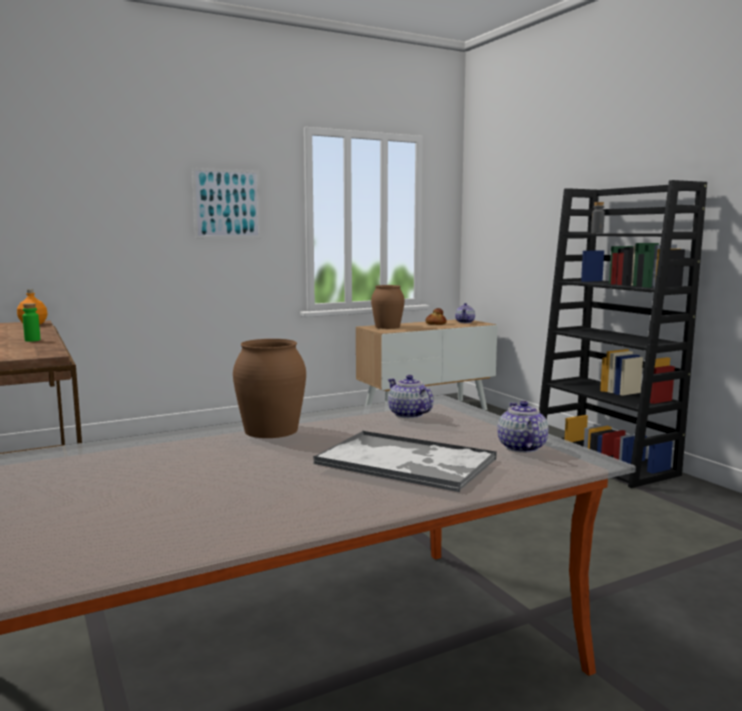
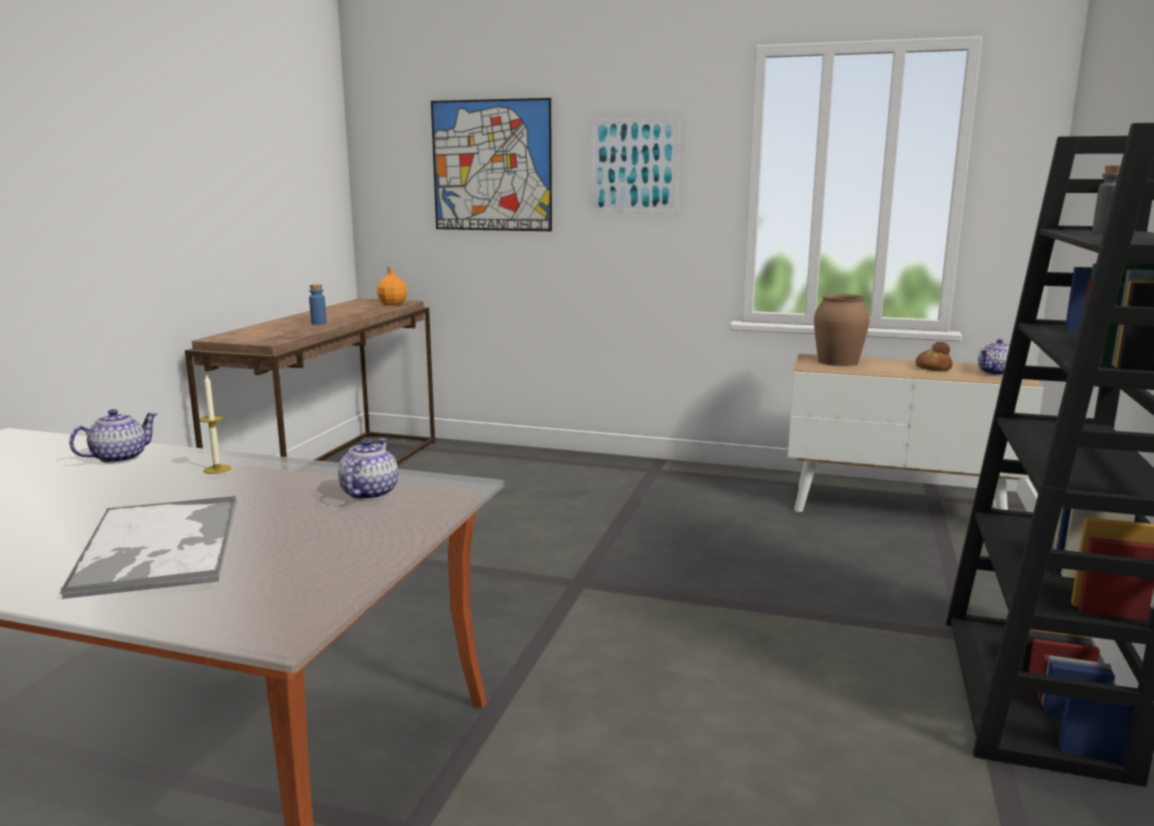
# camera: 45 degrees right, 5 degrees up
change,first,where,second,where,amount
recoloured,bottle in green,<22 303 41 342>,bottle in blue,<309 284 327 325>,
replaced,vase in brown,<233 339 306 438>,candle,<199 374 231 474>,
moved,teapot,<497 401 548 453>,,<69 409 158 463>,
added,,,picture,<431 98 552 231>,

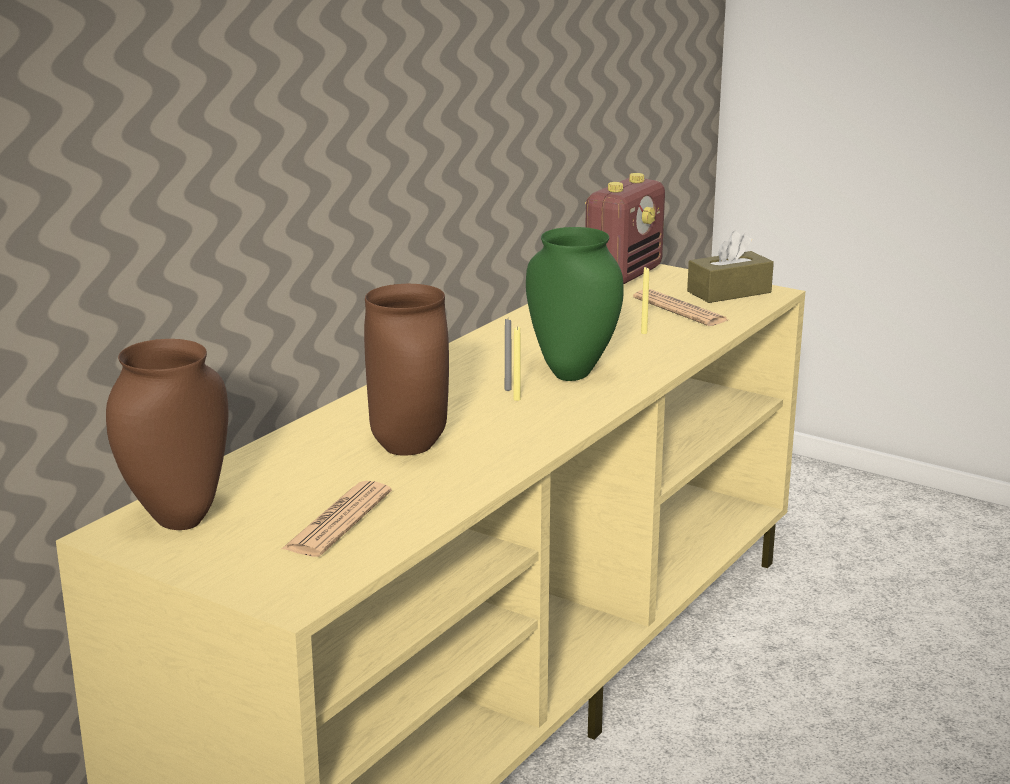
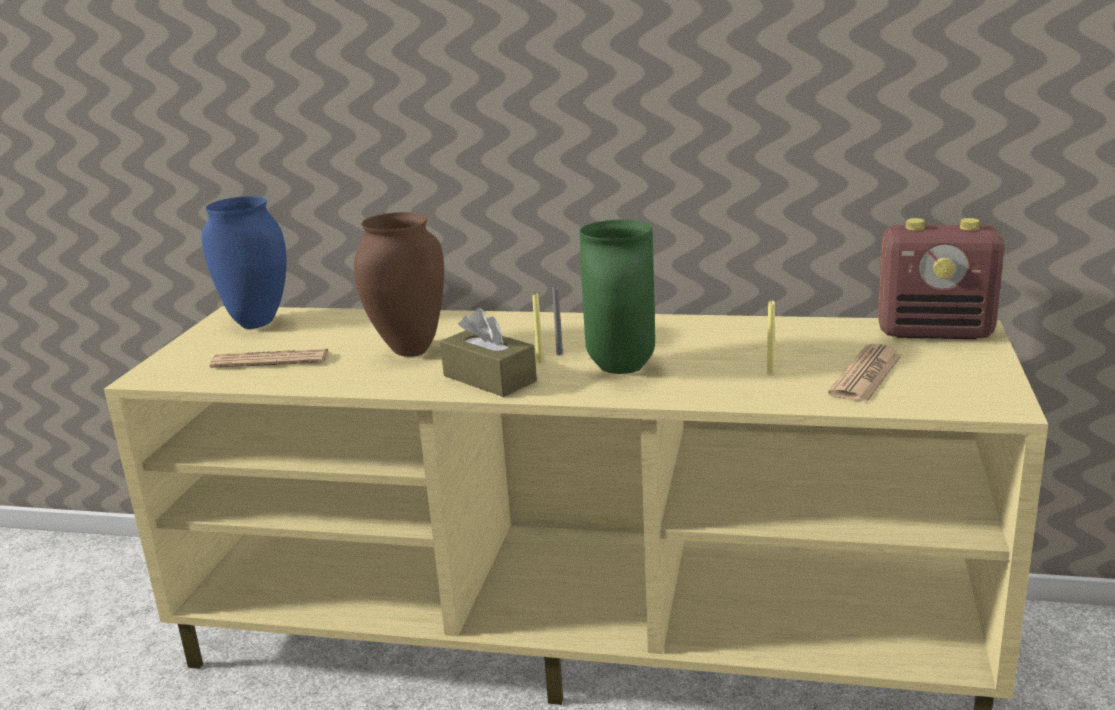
# camera: 70 degrees right, 0 degrees up
change,first,where,second,where,amount
recoloured,vase in brown,<106 339 229 530>,vase in blue,<202 196 287 329>,
moved,tissue box in brown,<687 231 774 303>,,<440 308 537 397>,

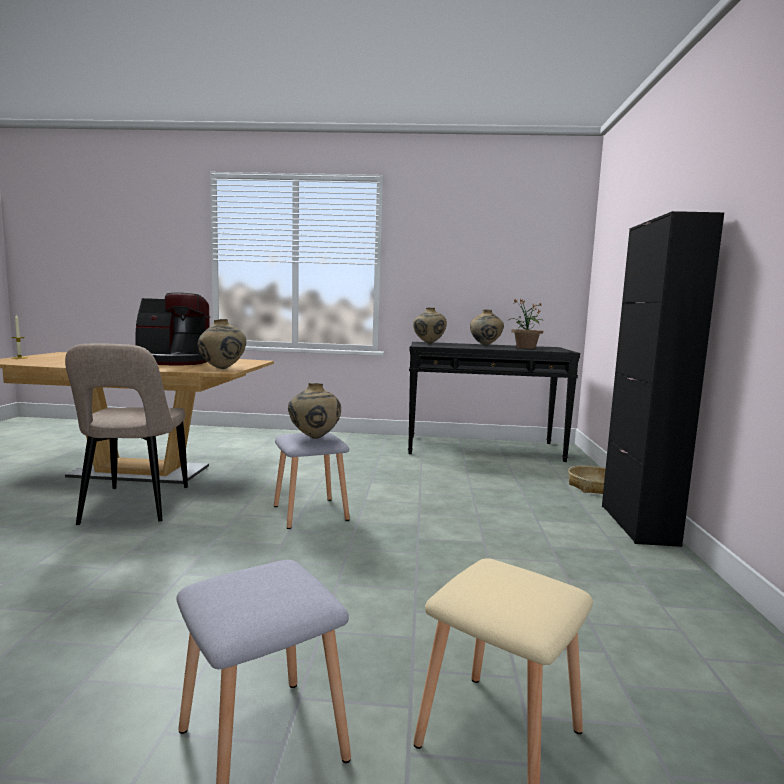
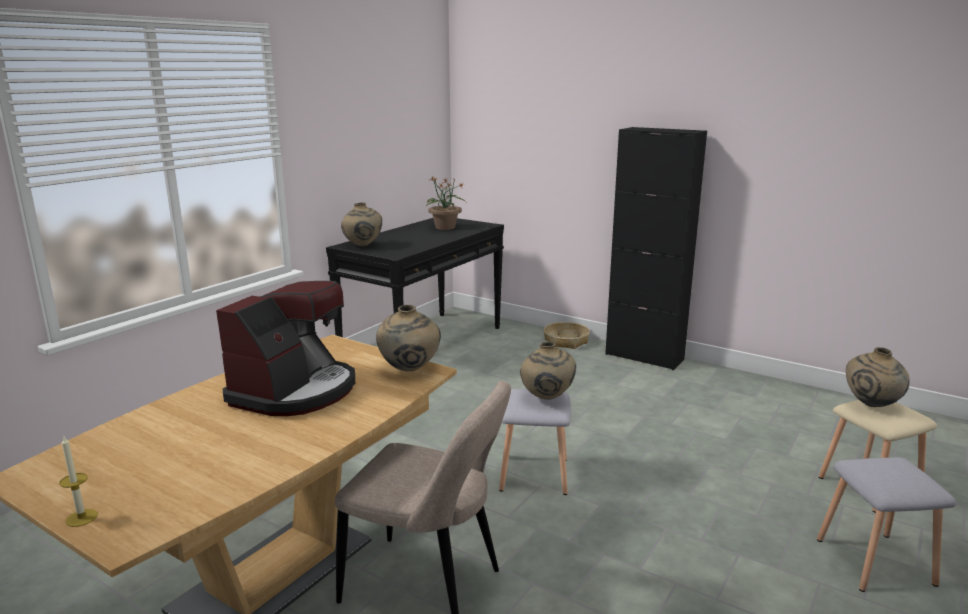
# camera: 60 degrees left, 10 degrees up
change,first,where,second,where,amount
moved,vase in beige,<470 310 504 345>,,<846 347 909 407>,

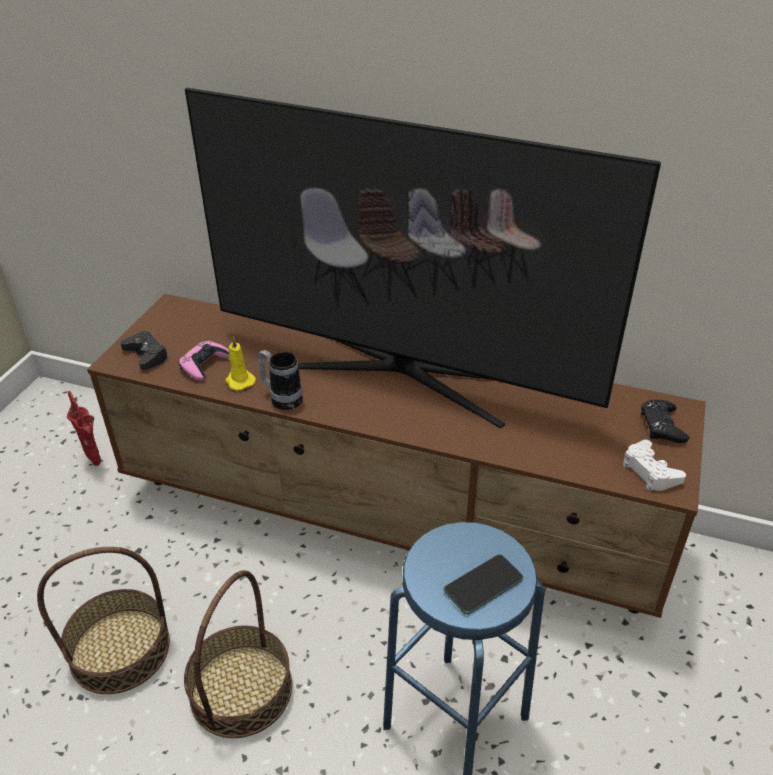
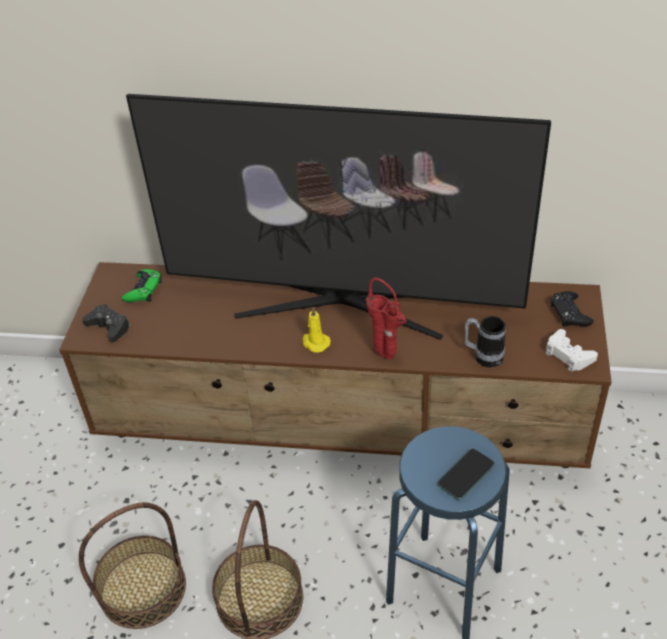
# camera: 10 degrees left, 5 degrees up
change,first,where,second,where,amount
moved,vase in red,<67 391 101 466>,,<365 278 406 359>,
removed,game controller in pink,<178 341 229 381>,,,
moved,candle in yellow,<225 336 256 391>,,<303 307 331 353>,
moved,mug,<258 350 303 410>,,<465 316 506 368>,
added,,,game controller in green,<122 269 162 302>,

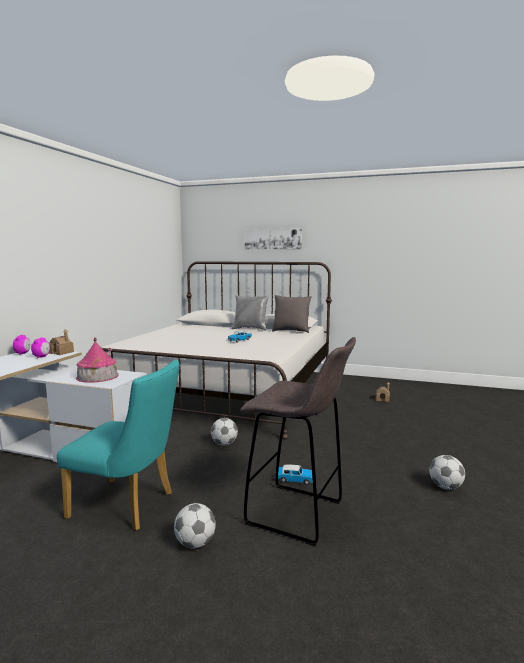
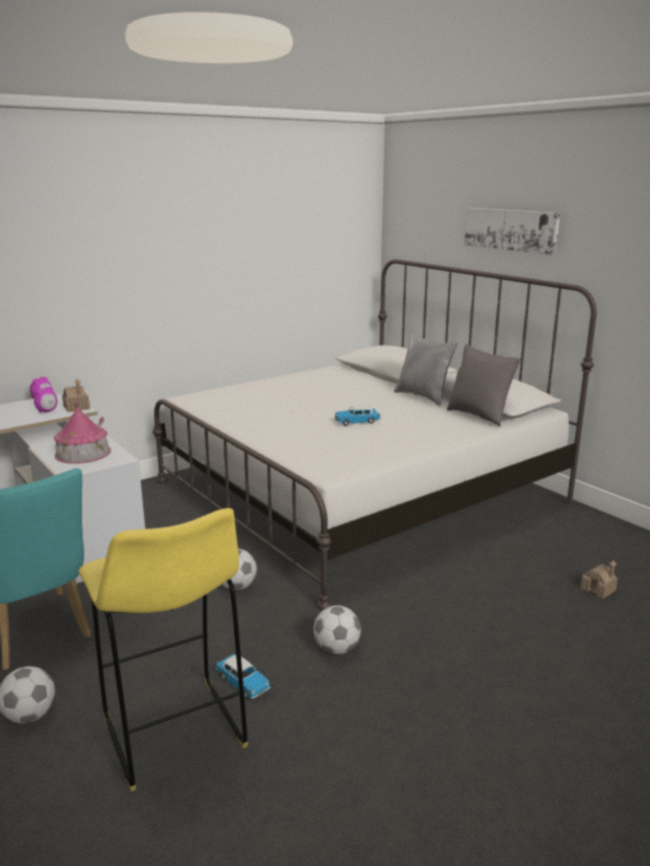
# camera: 35 degrees right, 10 degrees up
change,first,where,second,where,amount
recoloured,stool in grey,<240 337 356 546>,stool in yellow,<78 508 248 792>,
moved,football,<429 455 465 490>,,<314 605 361 654>,

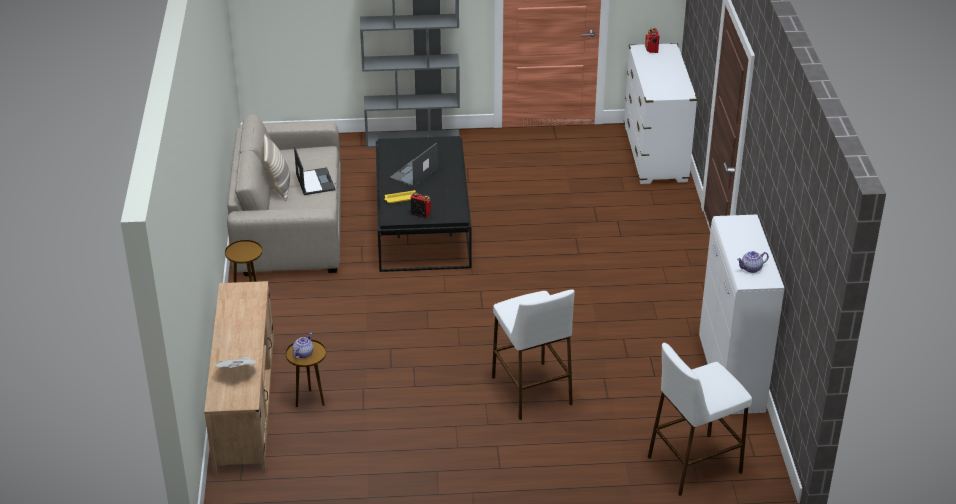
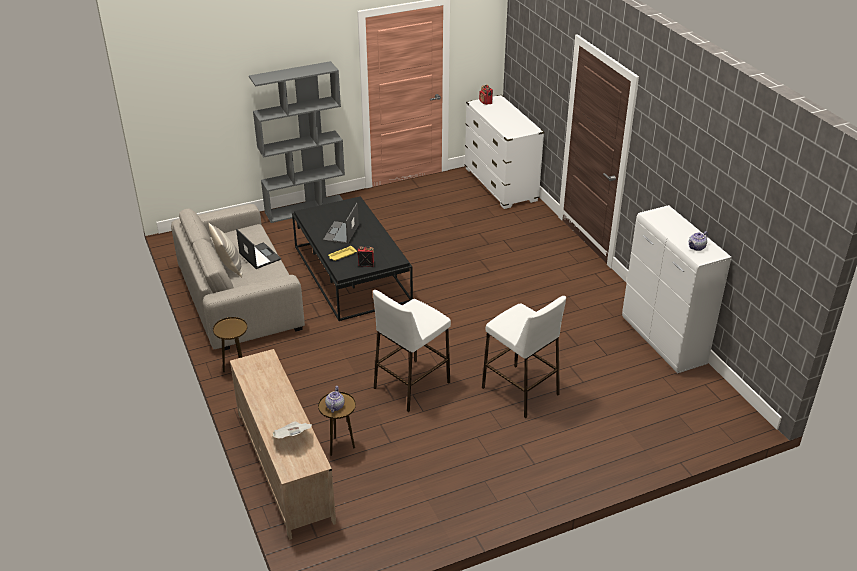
# camera: 20 degrees left, 0 degrees up
change,first,where,second,where,amount
moved,stool in white,<648 343 752 496>,,<373 290 451 412>,

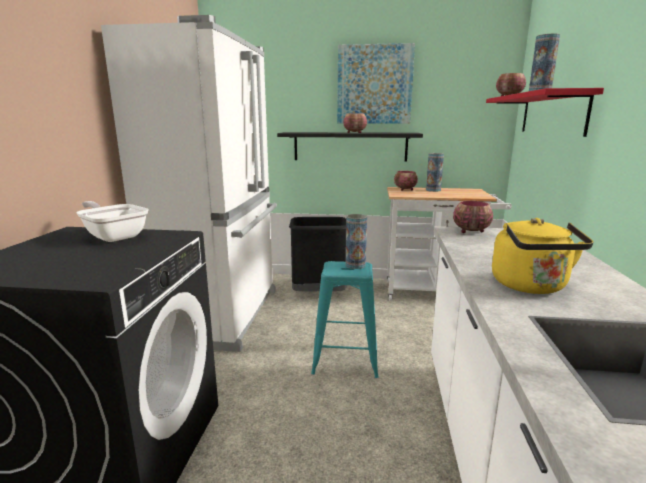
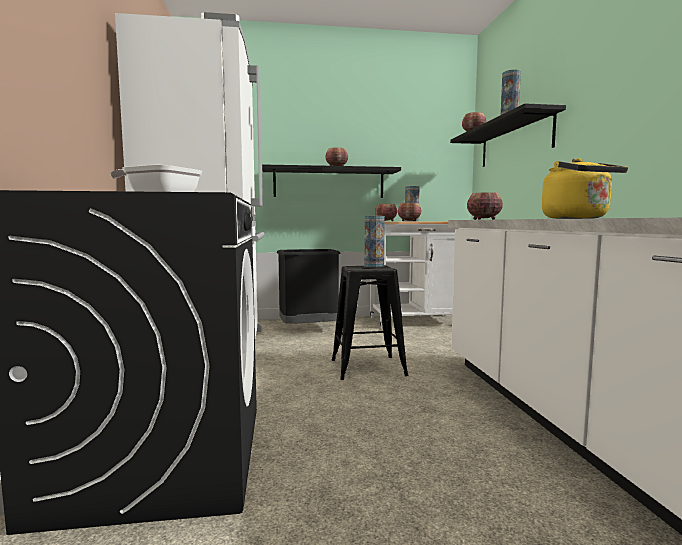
# camera: 15 degrees left, 10 degrees down
change,first,where,second,where,amount
recoloured,stool in turquoise,<311 261 379 378>,stool in black,<332 265 409 380>,
removed,picture,<337 43 415 124>,,,
recoloured,shelf in red,<486 88 604 137>,shelf in black,<450 103 566 167>,
added,,,bowl,<398 203 421 221>,

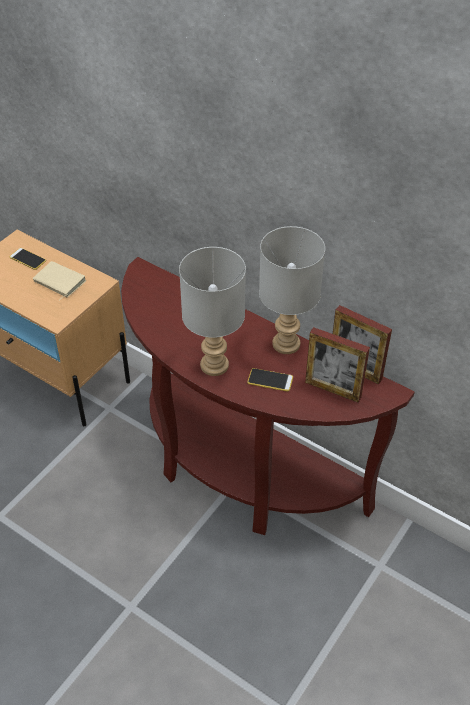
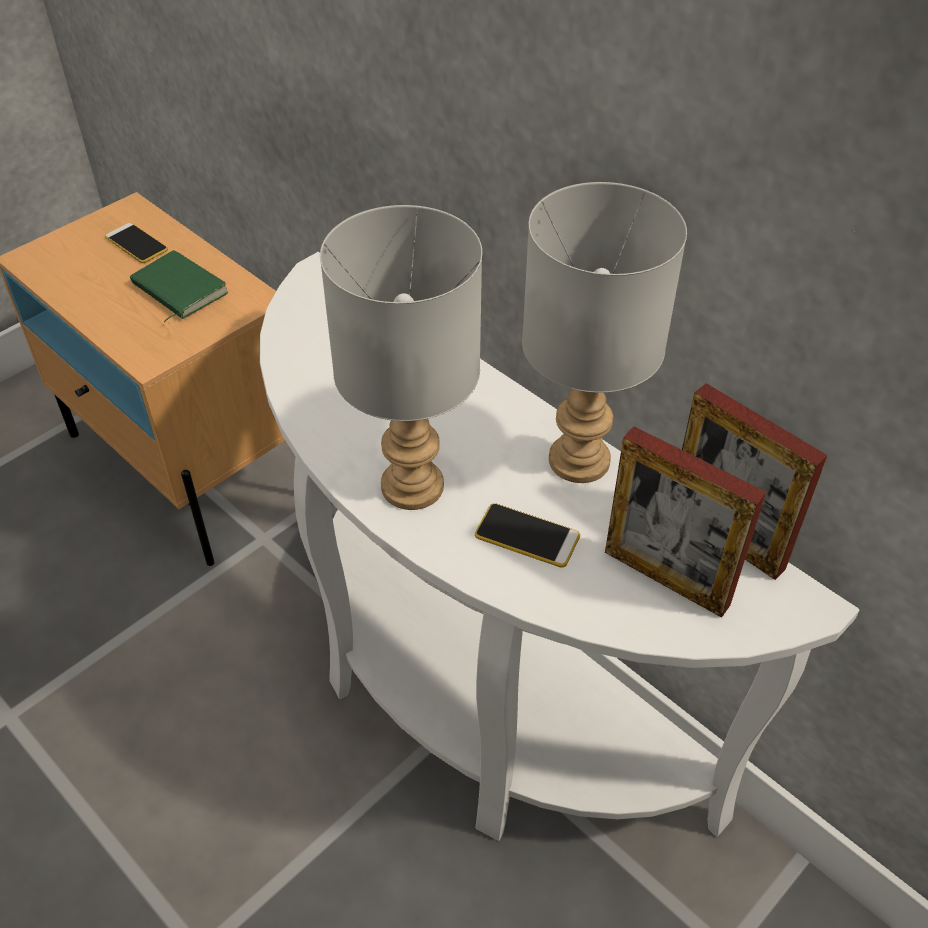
# camera: 10 degrees right, 0 degrees up
change,first,where,second,where,amount
recoloured,book in beige,<33 261 86 301>,book in green,<130 250 229 322>,
recoloured,console table in brown,<121 257 415 535>,console table in white,<260 252 859 841>,

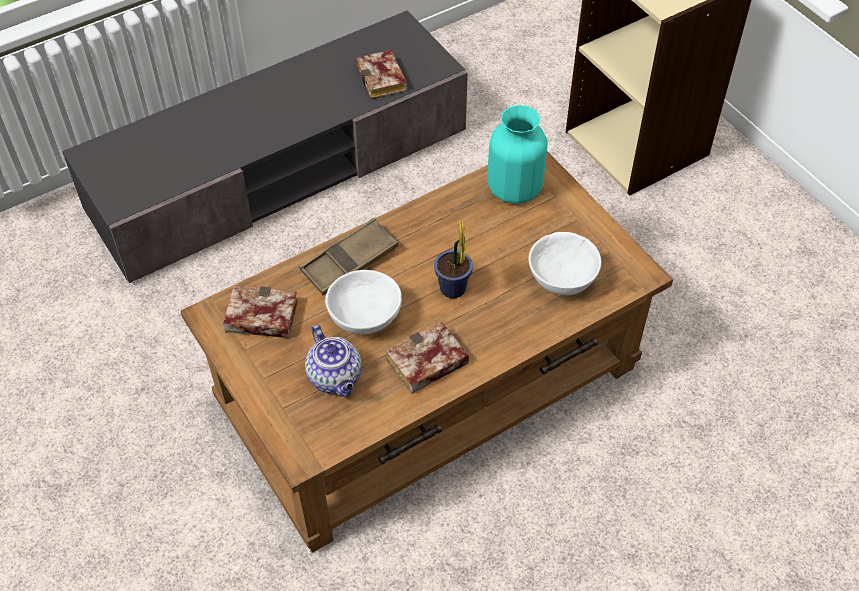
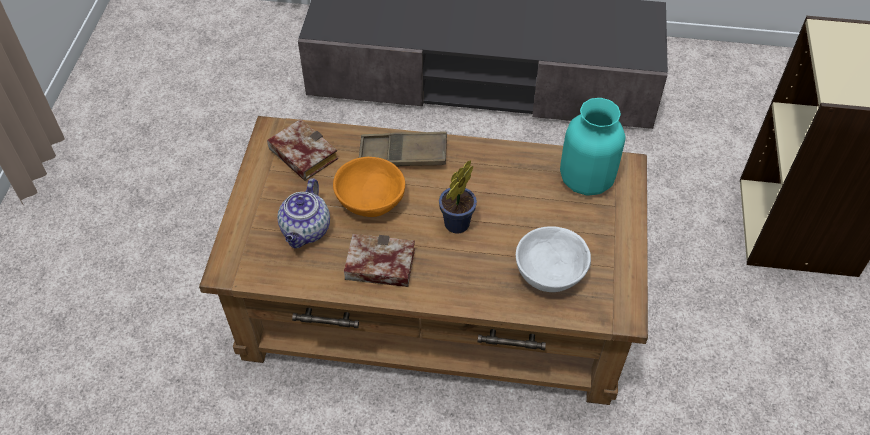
# camera: 40 degrees right, 0 degrees up
change,first,where,second,where,amount
recoloured,bowl in white,<325 270 402 334>,bowl in orange,<333 157 405 217>,
removed,book,<356 50 407 99>,,,

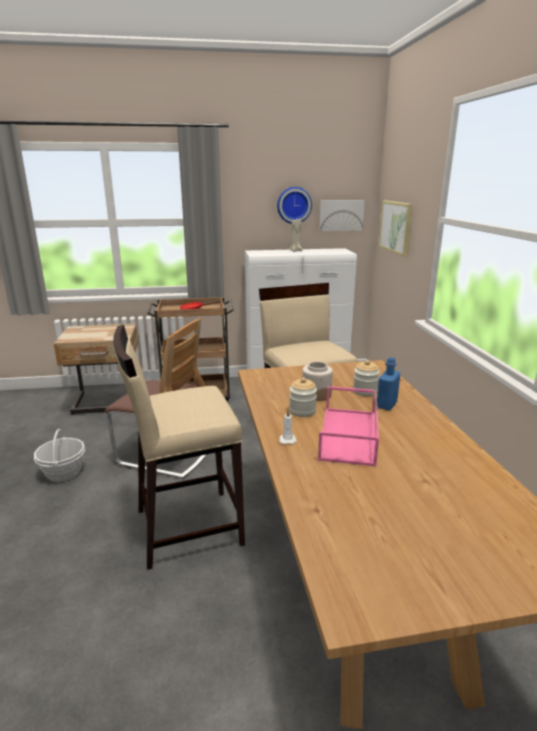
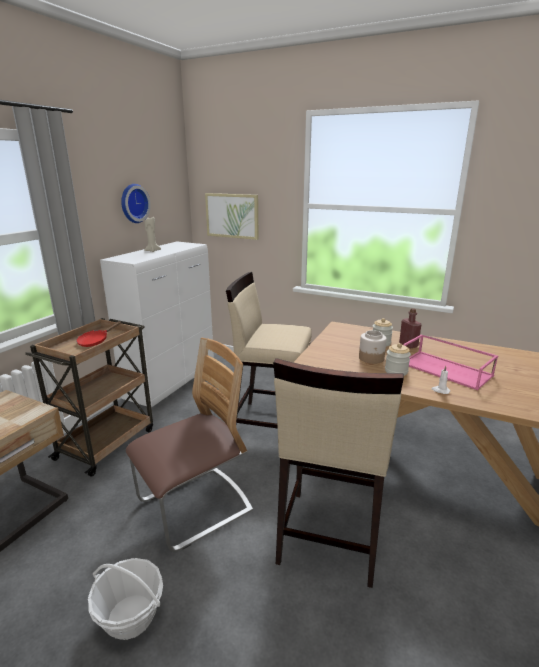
# camera: 55 degrees left, 0 degrees up
change,first,where,second,where,amount
removed,picture,<320 200 365 231>,,,
recoloured,bottle in blue,<377 357 400 410>,bottle in red,<399 308 422 348>,

